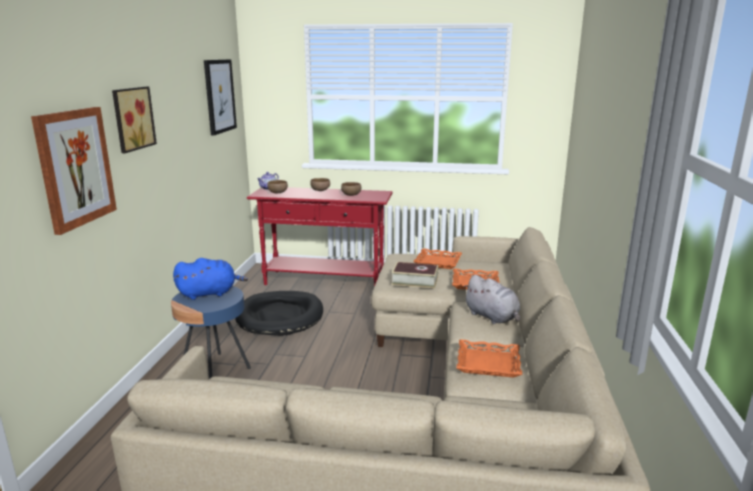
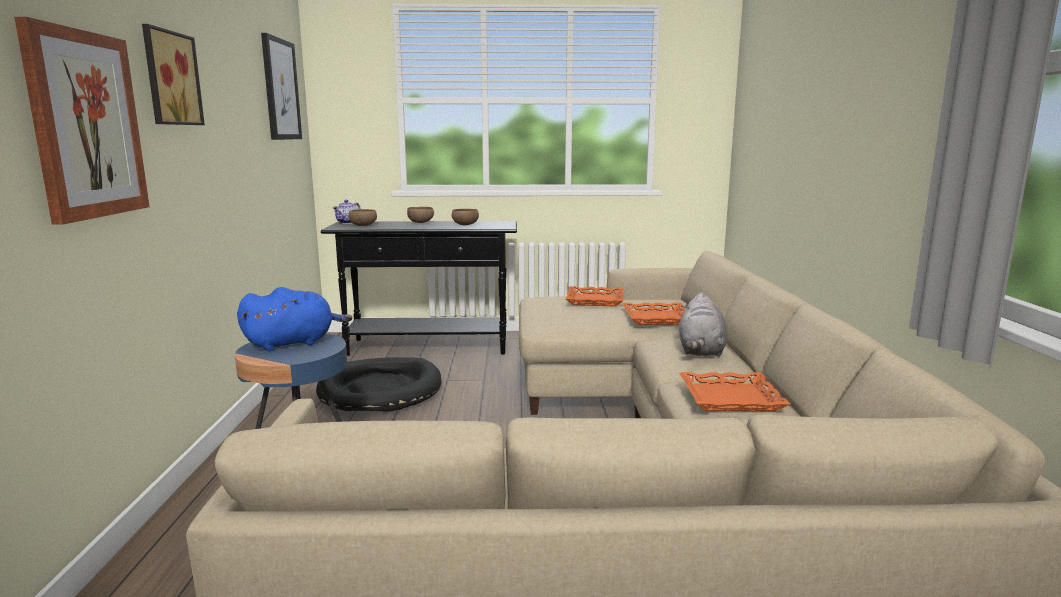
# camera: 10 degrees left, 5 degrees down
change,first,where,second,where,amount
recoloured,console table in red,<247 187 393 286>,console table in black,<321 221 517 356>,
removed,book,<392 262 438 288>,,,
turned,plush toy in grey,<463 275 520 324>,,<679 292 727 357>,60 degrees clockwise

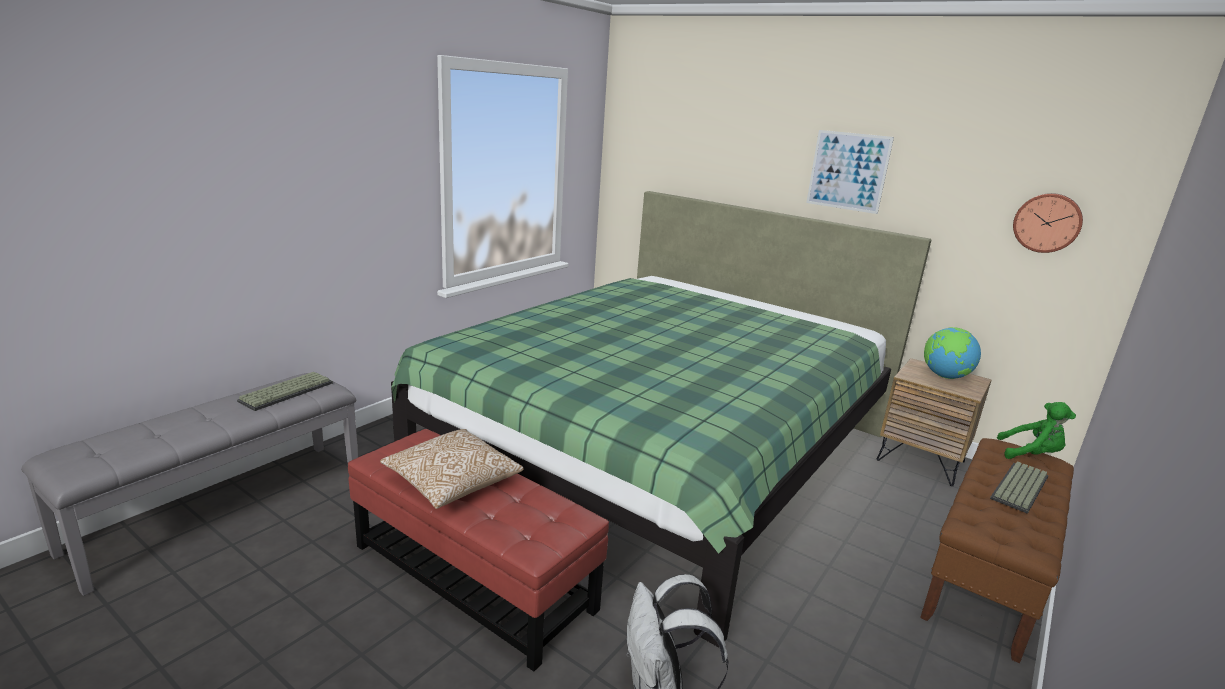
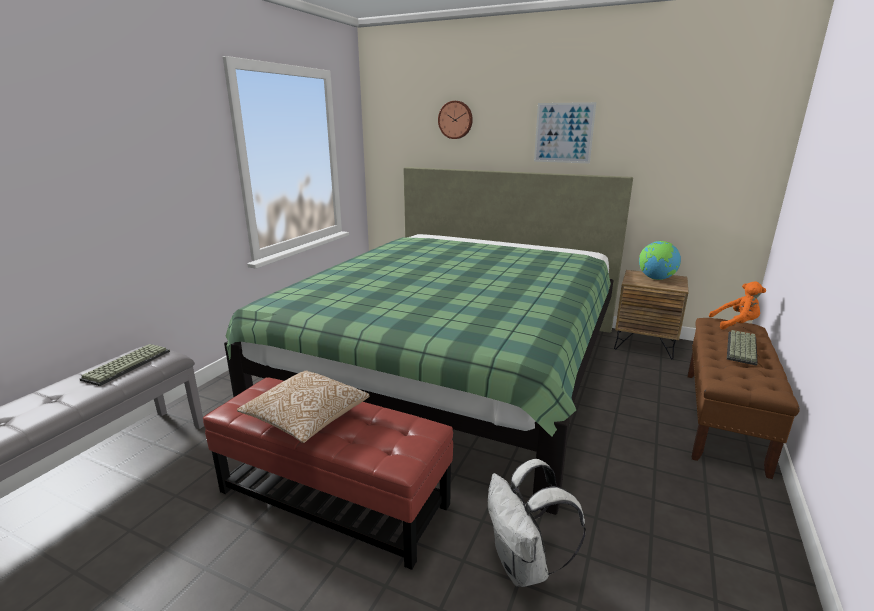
# camera: 10 degrees left, 0 degrees up
change,first,where,second,where,amount
recoloured,plush toy in green,<997 402 1076 459>,plush toy in orange,<709 281 766 330>,
moved,wall clock,<1013 193 1083 253>,,<438 101 473 139>,

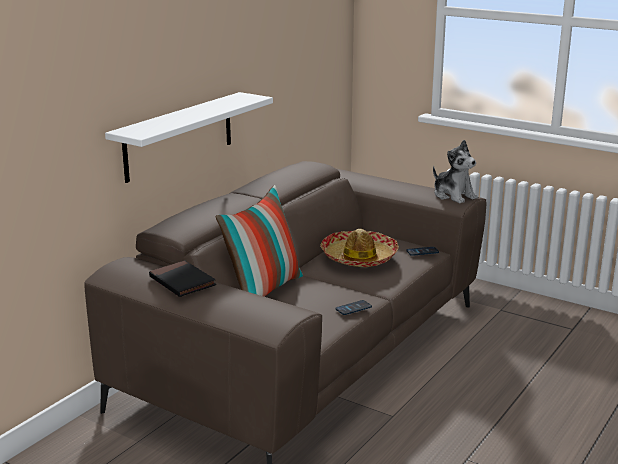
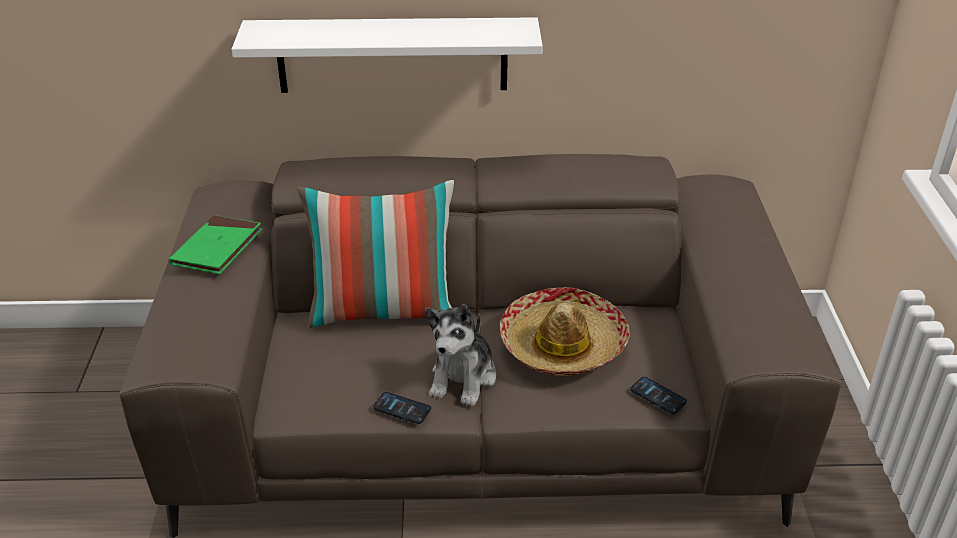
# camera: 55 degrees right, 15 degrees up
change,first,where,second,where,amount
recoloured,book in black,<149 261 216 297>,book in green,<169 215 262 274>,
moved,plush toy,<433 140 478 203>,,<425 304 496 406>,

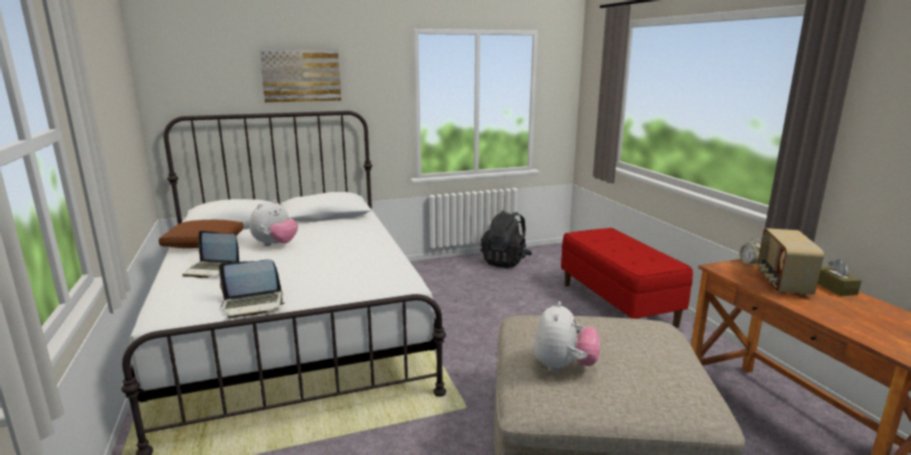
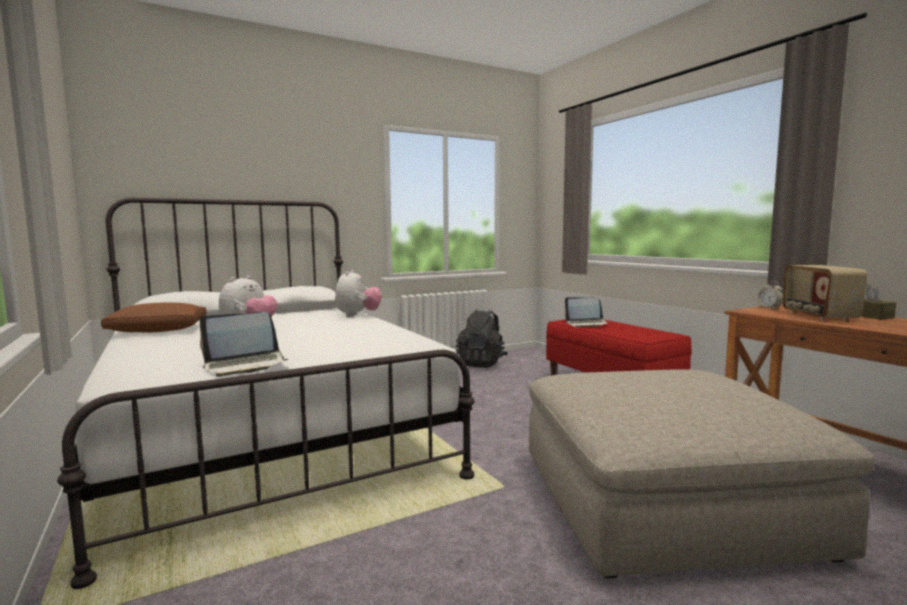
# camera: 10 degrees left, 10 degrees down
change,first,where,second,where,amount
moved,laptop,<183 231 239 278>,,<564 297 609 327>,
removed,picture,<259 49 341 103>,,,
moved,plush toy,<534 301 600 372>,,<335 270 382 317>,

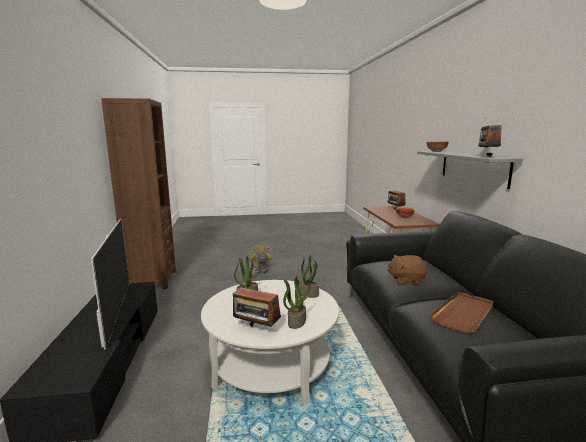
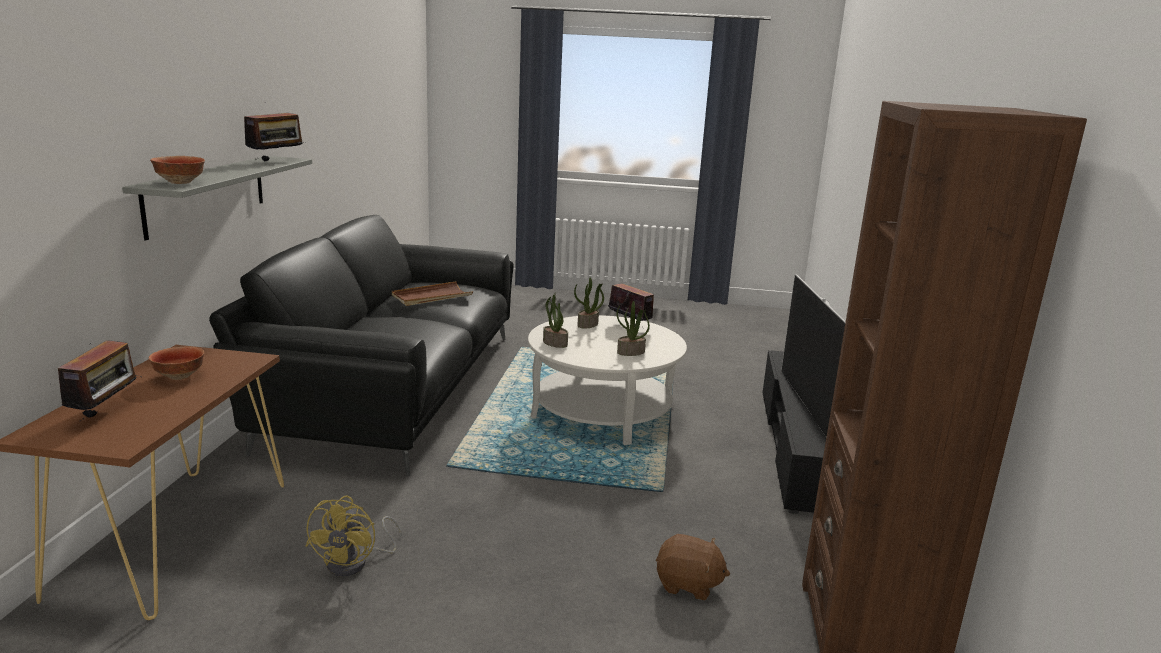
# camera: 165 degrees left, 5 degrees up
change,first,where,second,where,amount
moved,fan in yellow,<250 243 273 277>,,<305 495 402 577>,
moved,plush toy in brown,<387 255 427 285>,,<656 534 730 600>,

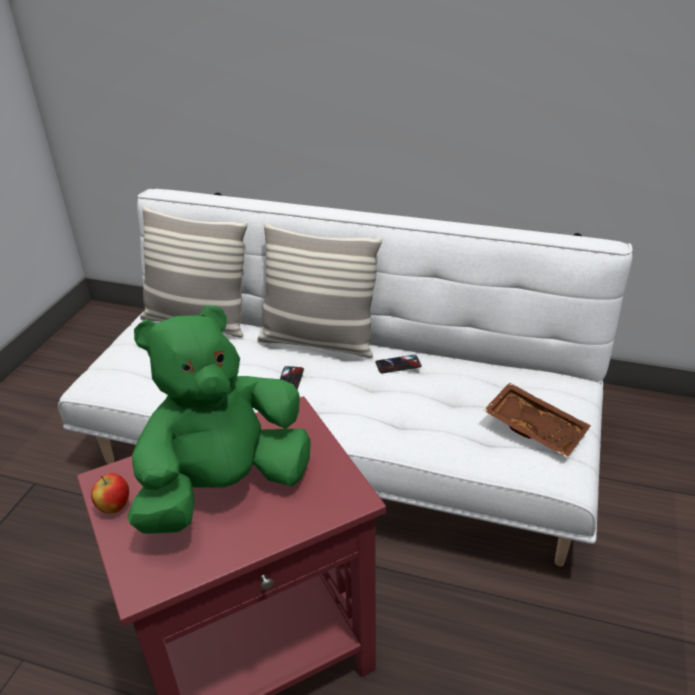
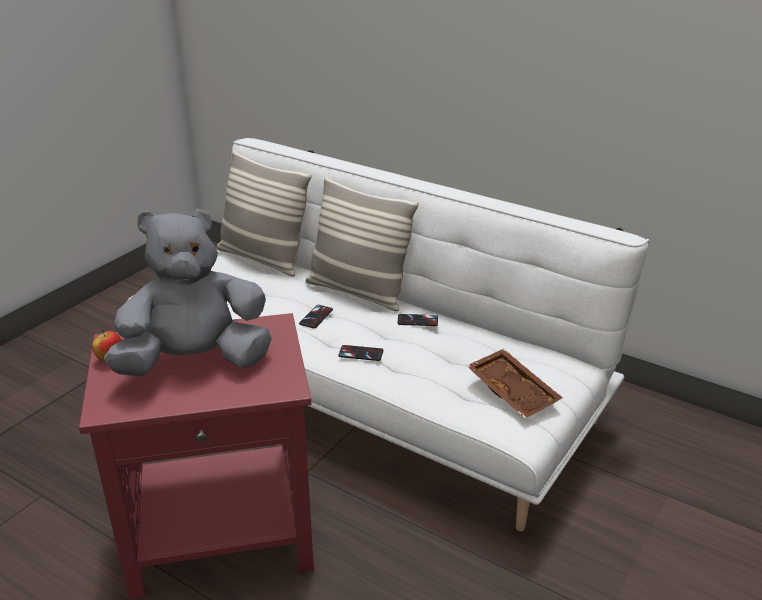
# camera: 15 degrees right, 5 degrees down
change,first,where,second,where,amount
recoloured,plush toy in green,<127 305 311 534>,plush toy in grey,<104 209 272 377>,
added,,,phone,<338 345 383 361>,

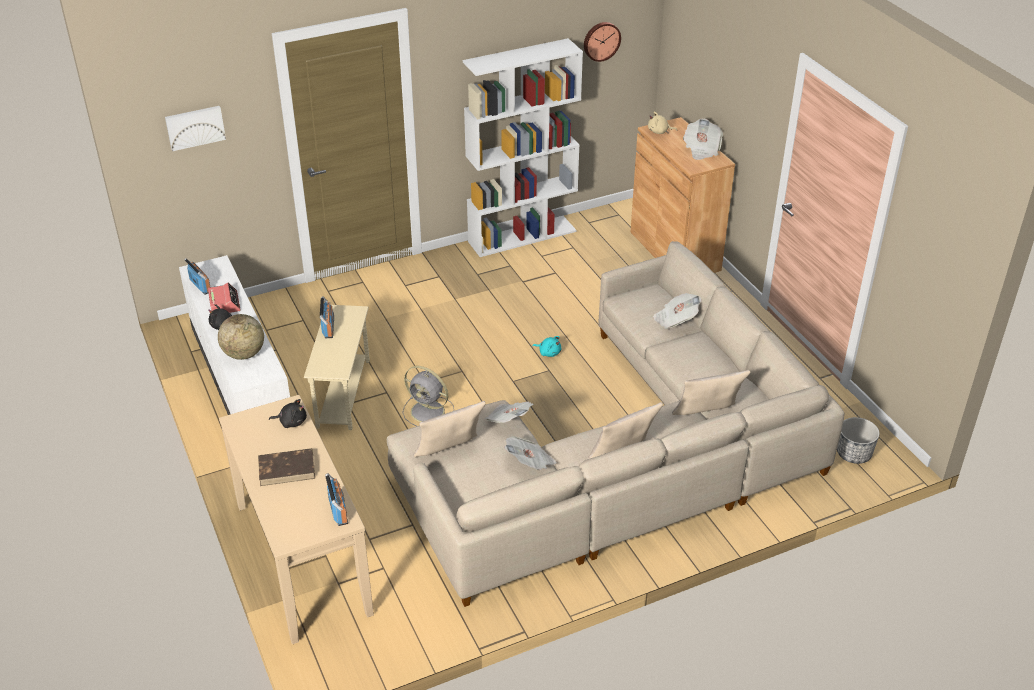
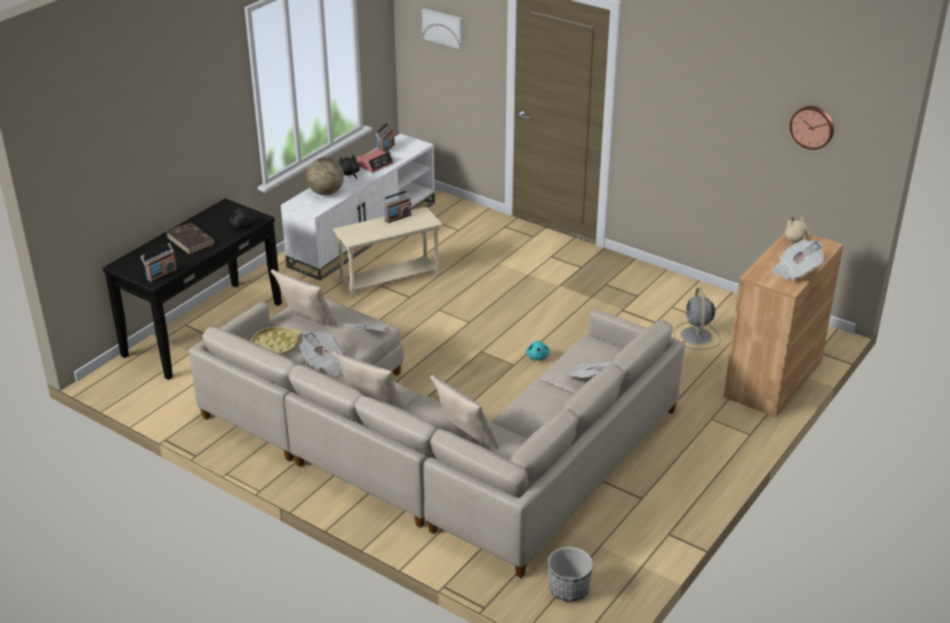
# camera: 60 degrees right, 5 degrees down
change,first,where,second,where,amount
recoloured,console table in beige,<219 395 374 644>,console table in black,<103 198 282 380>,
moved,fan in grey,<402 366 454 426>,,<674 288 721 350>,
removed,bookcase in white,<463 38 583 257>,,,
added,,,tray in yellow,<251 327 300 355>,

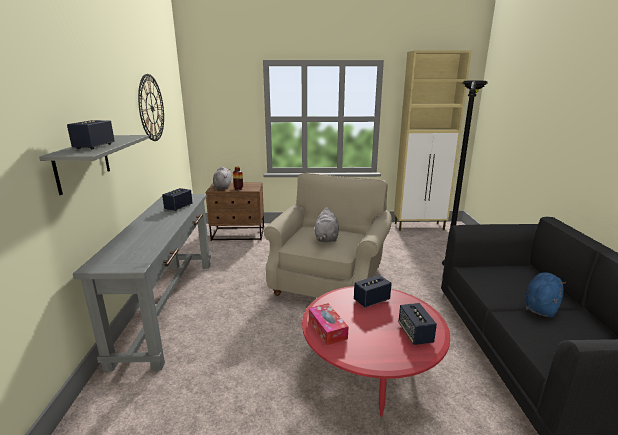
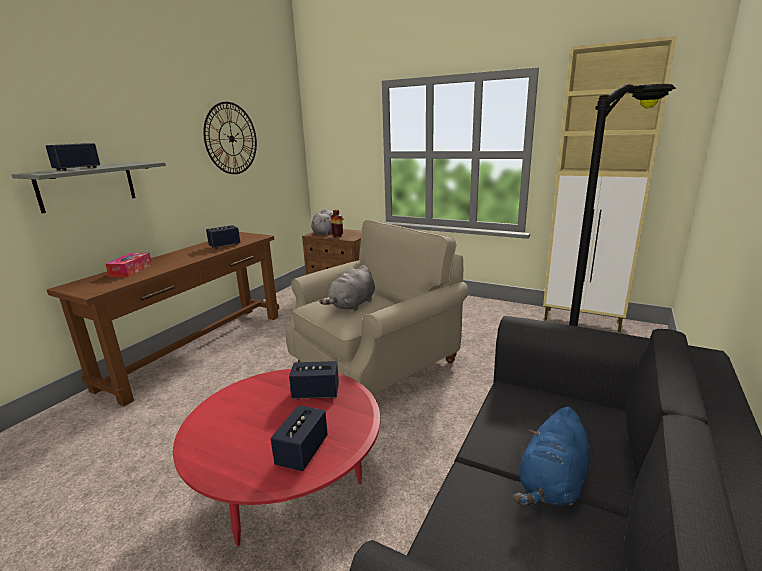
# camera: 30 degrees right, 0 degrees up
change,first,where,second,where,amount
recoloured,console table in grey,<73 194 211 371>,console table in brown,<47 232 279 406>,
moved,tissue box,<309 303 349 345>,,<106 253 152 277>,
turned,plush toy in blue,<525 272 566 318>,,<513 407 590 506>,150 degrees clockwise

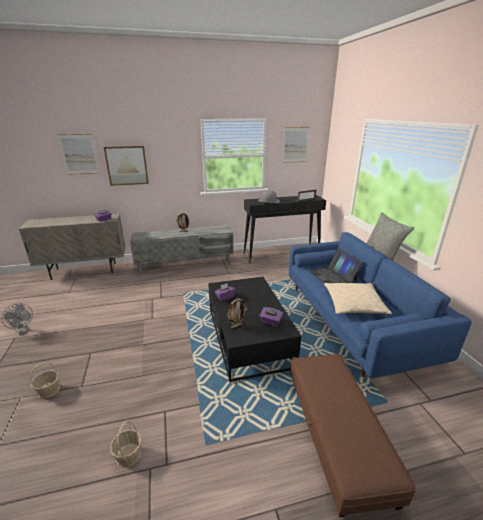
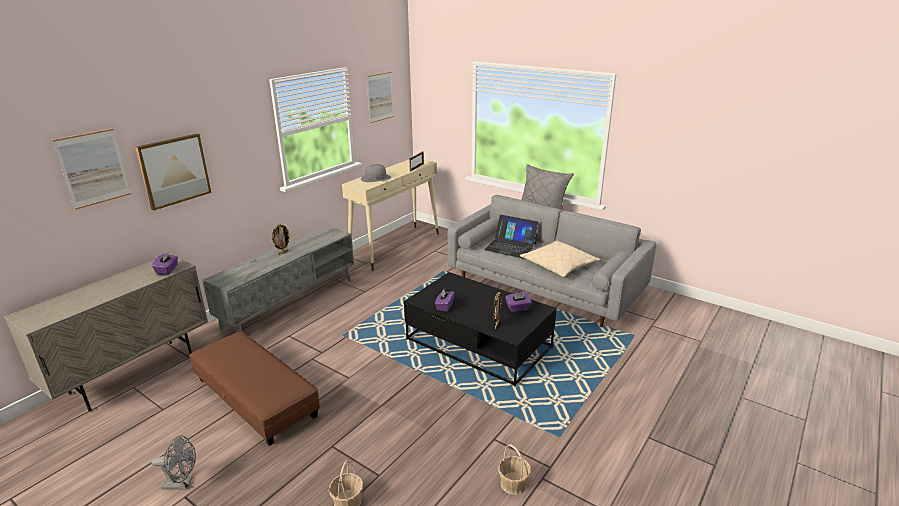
# camera: 40 degrees left, 0 degrees up
change,first,where,second,where,amount
recoloured,console table in black,<243 195 326 263>,console table in beige,<342 160 439 271>,
recoloured,sofa in blue,<289 232 472 378>,sofa in grey,<448 195 657 327>,
moved,ottoman in brown,<290 354 416 517>,,<189 332 320 446>,

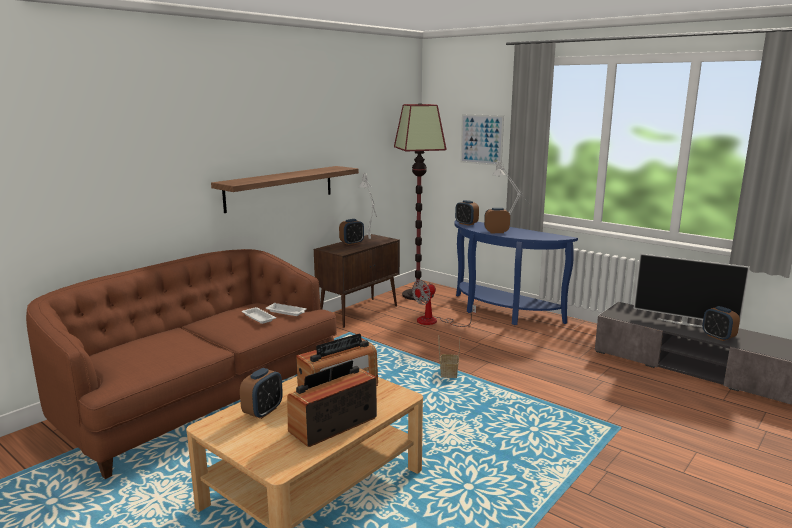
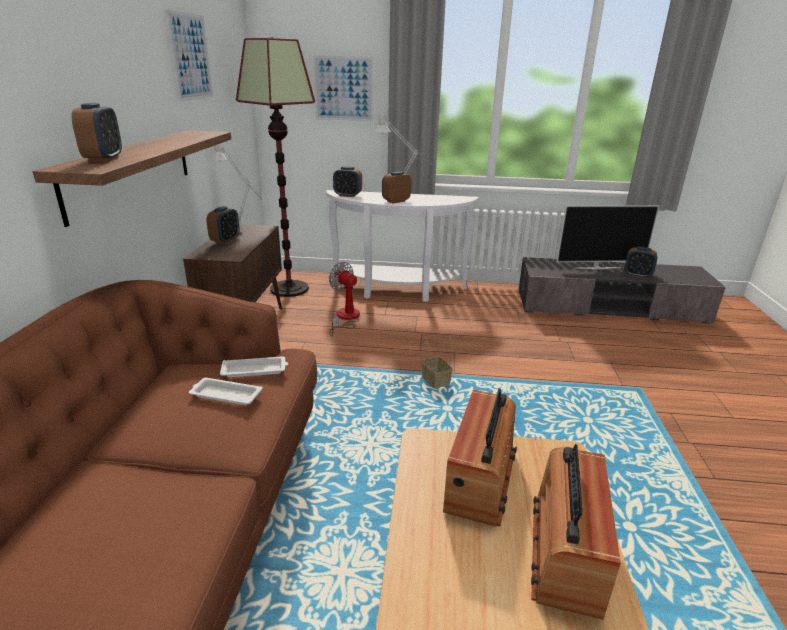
# camera: 35 degrees left, 10 degrees up
change,first,where,second,where,amount
moved,alarm clock,<240 368 283 419>,,<72 103 122 162>,
turned,fan,<412 280 476 327>,,<329 262 360 337>,120 degrees clockwise
recoloured,console table in blue,<454 220 578 325>,console table in white,<326 190 478 302>,
added,,,picture,<166 9 213 102>,

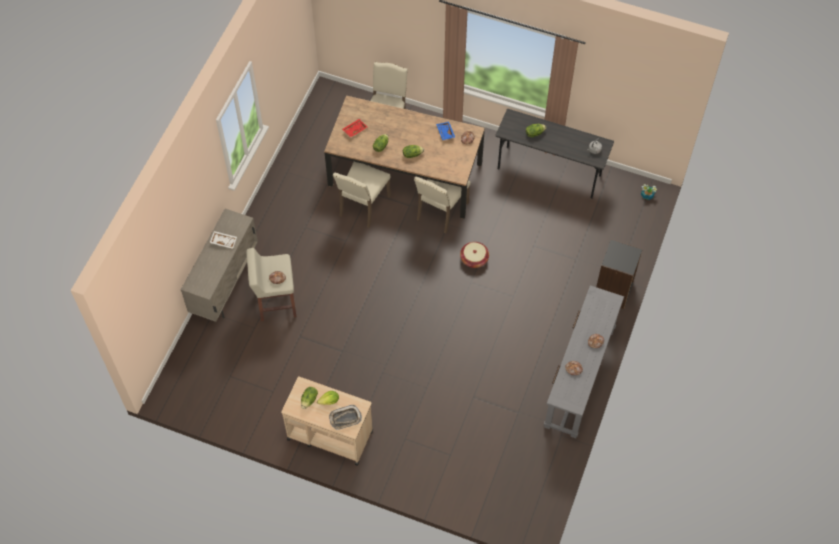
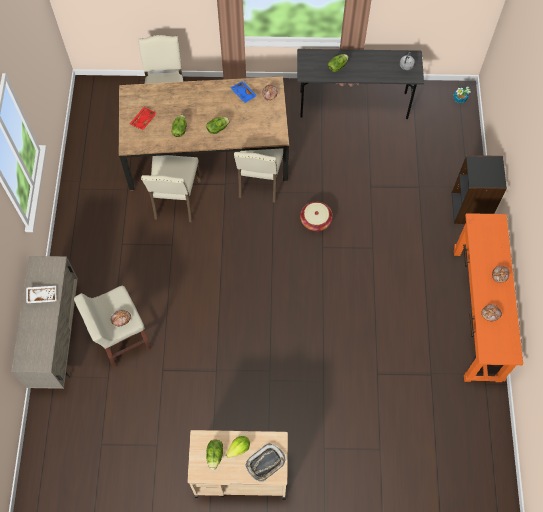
# camera: 20 degrees left, 5 degrees up
change,first,where,second,where,amount
recoloured,console table in grey,<544 285 624 438>,console table in orange,<454 213 523 382>,

